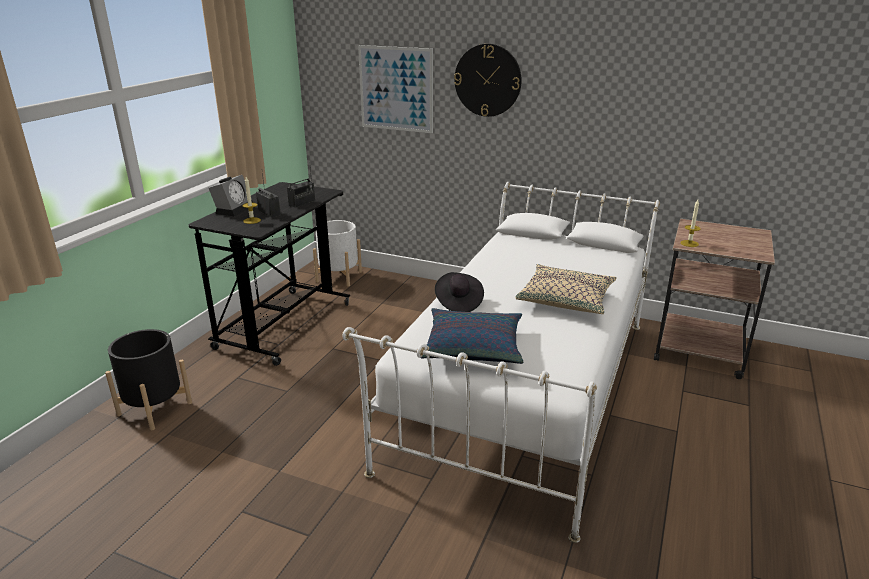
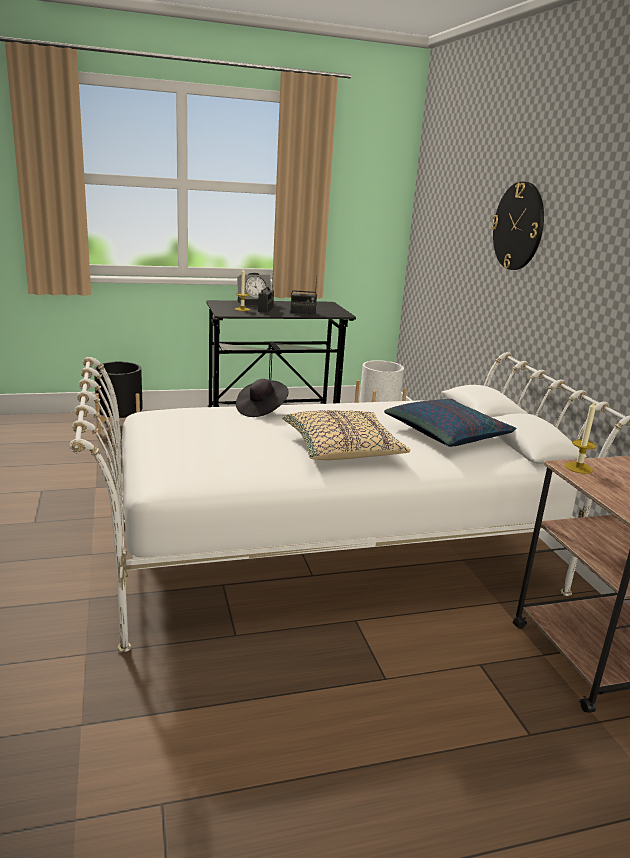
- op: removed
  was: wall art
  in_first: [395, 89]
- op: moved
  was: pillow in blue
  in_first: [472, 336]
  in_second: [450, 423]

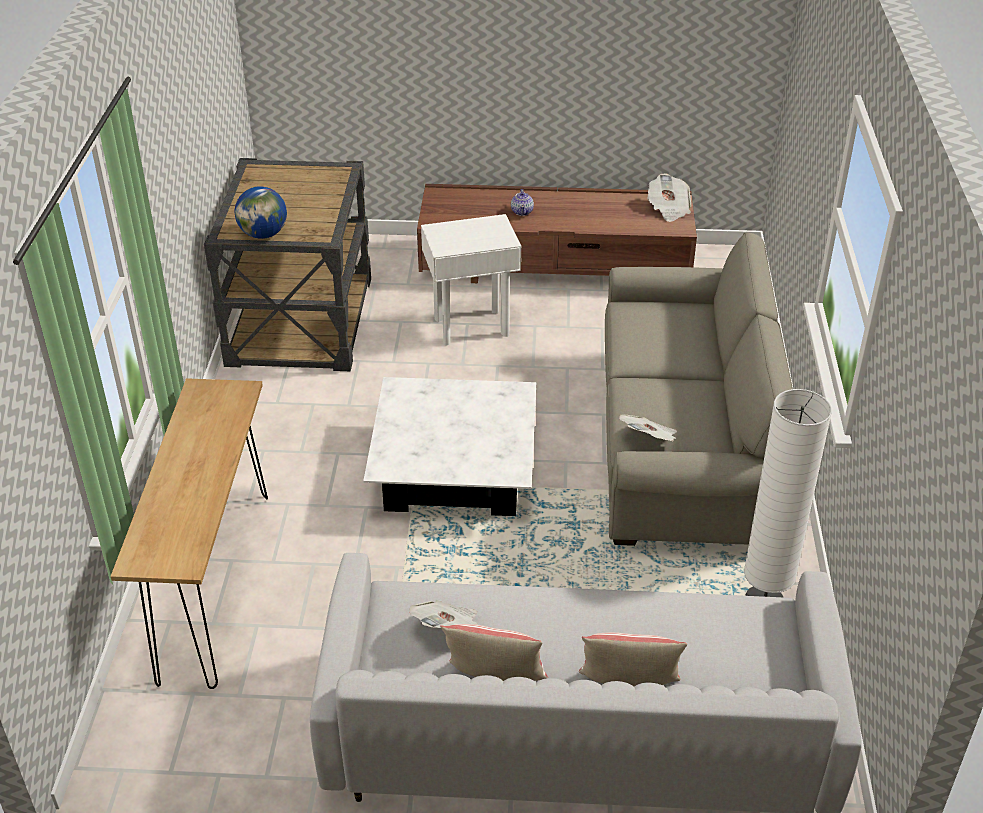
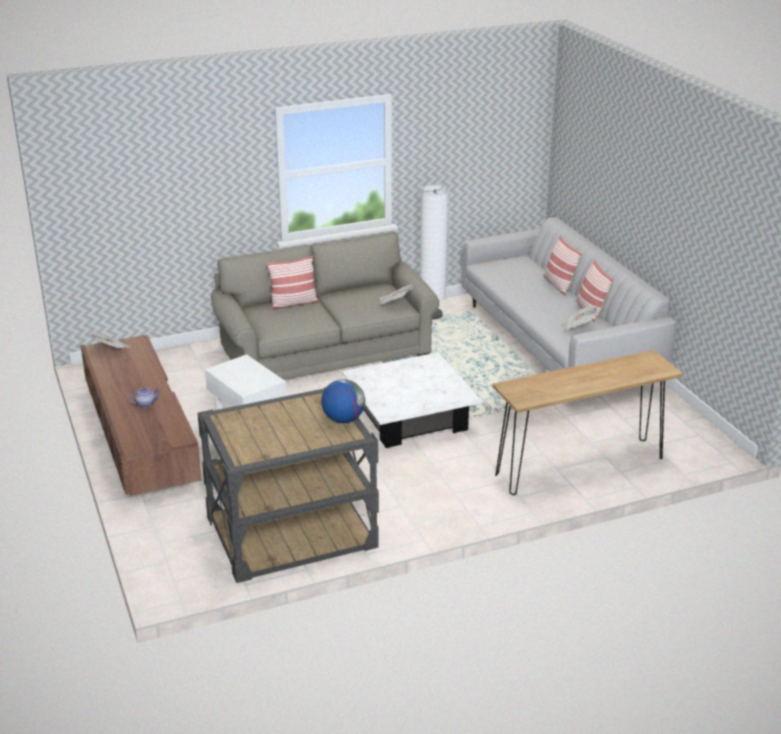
- op: added
  now: pillow
  in_second: [292, 283]

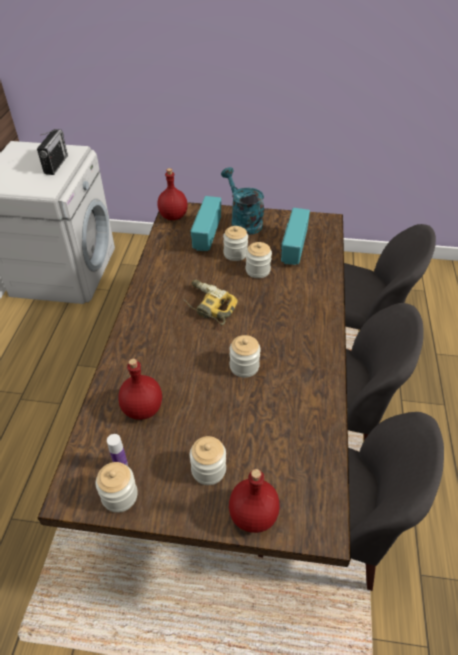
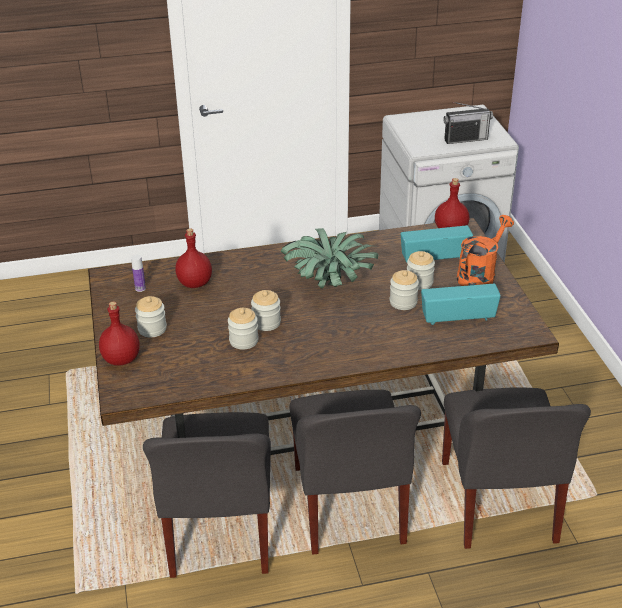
- op: moved
  was: storage jar
  in_first: [116, 487]
  in_second: [243, 328]
- op: replaced
  was: electric drill
  now: houseplant
  in_first: [211, 302]
  in_second: [330, 258]
- op: recoloured
  was: watering pot in turquoise-coloured
  now: watering pot in orange
  in_first: [242, 201]
  in_second: [485, 250]

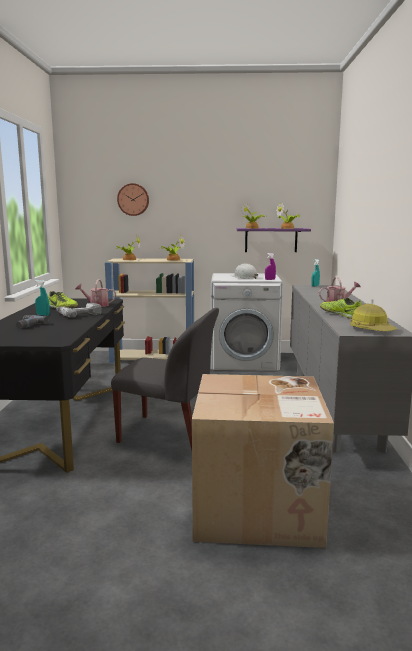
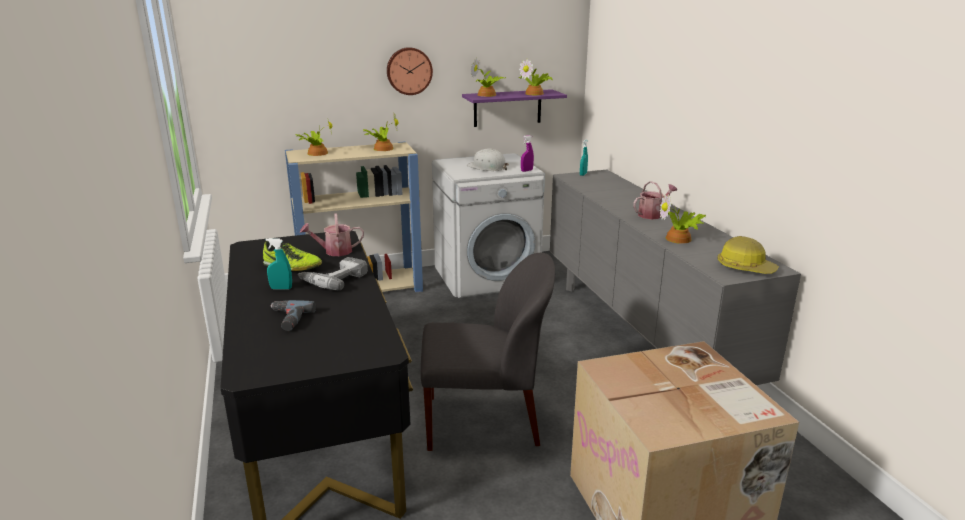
- op: moved
  was: wall clock
  in_first: [133, 199]
  in_second: [410, 71]
- op: replaced
  was: low shoe
  now: houseplant
  in_first: [341, 308]
  in_second: [683, 219]

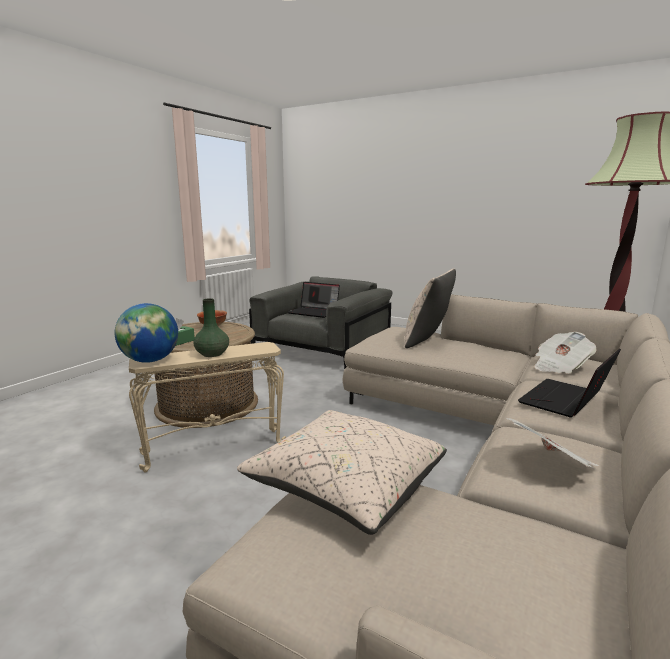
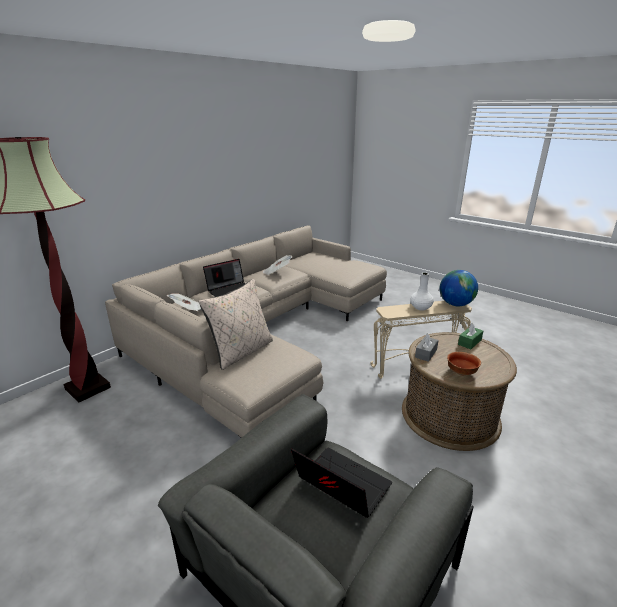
- op: recoloured
  was: flower vase in green-coloured
  now: flower vase in whitish
  in_first: [211, 327]
  in_second: [422, 291]
- op: removed
  was: pillow in beige
  in_first: [342, 472]
- op: added
  now: tissue box in gray
  in_second: [426, 347]

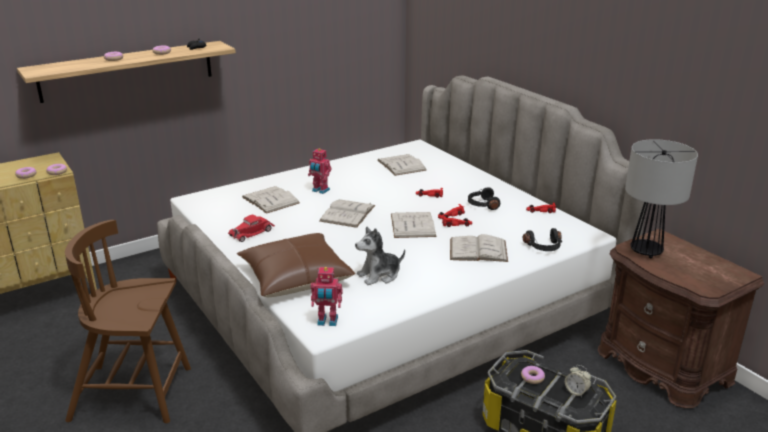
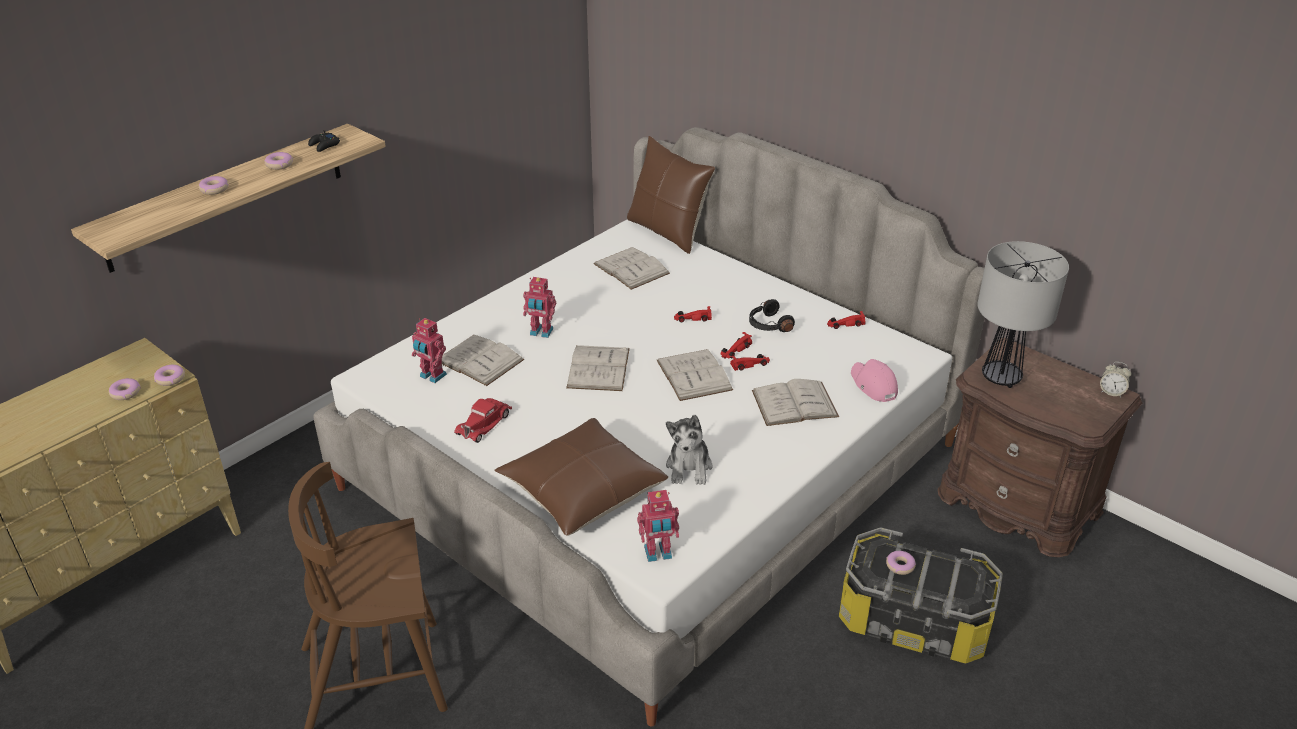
- op: turned
  was: cuddly toy
  in_first: [380, 255]
  in_second: [689, 450]
  clockwise: -45
- op: replaced
  was: pair of headphones in blackish
  now: cap in pinkish
  in_first: [542, 239]
  in_second: [874, 380]
- op: moved
  was: alarm clock
  in_first: [578, 381]
  in_second: [1116, 379]
- op: added
  now: model robot
  in_second: [429, 350]
- op: added
  now: pillow in brown
  in_second: [671, 195]

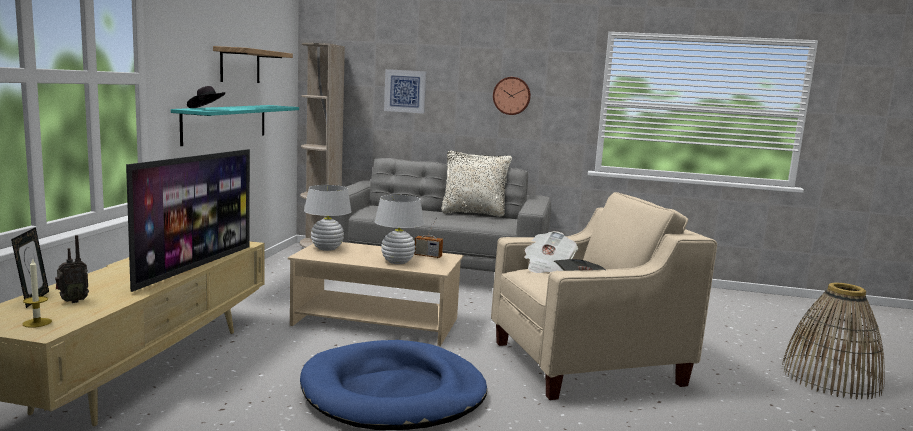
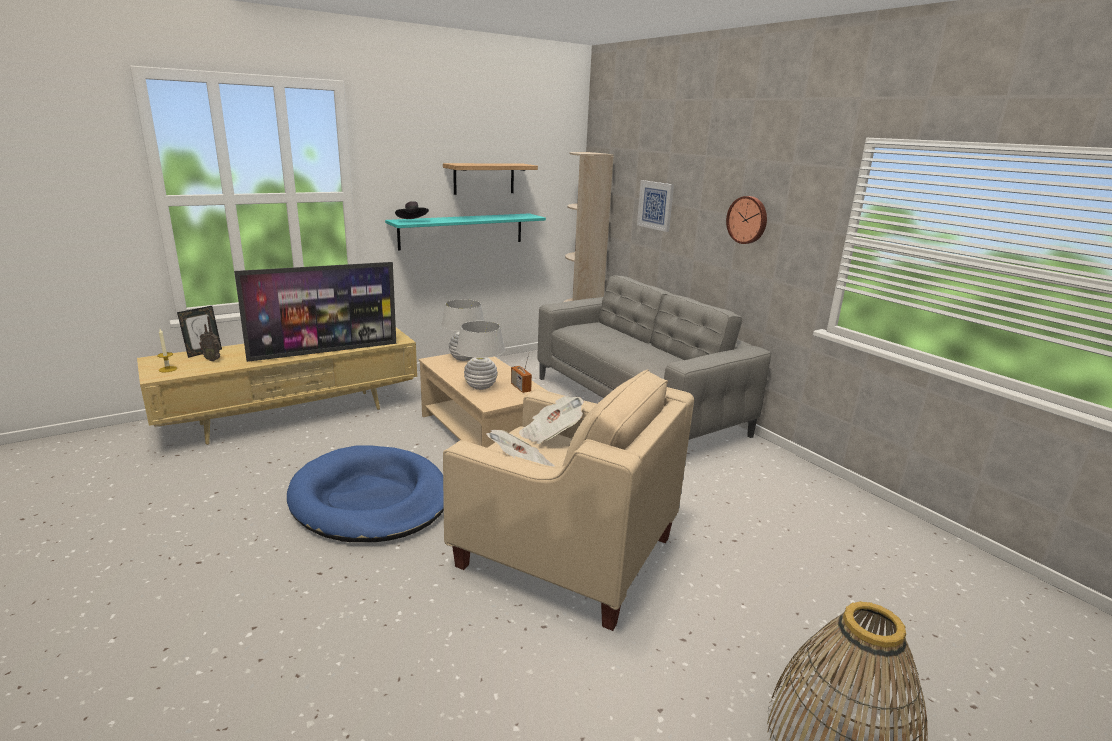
- op: removed
  was: pillow in beige
  in_first: [477, 183]

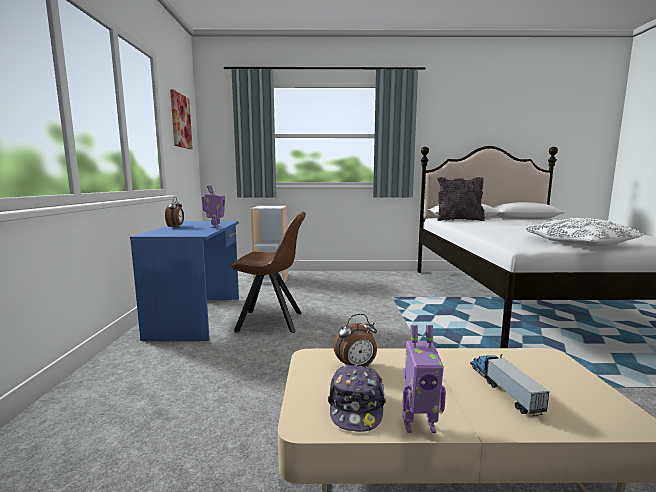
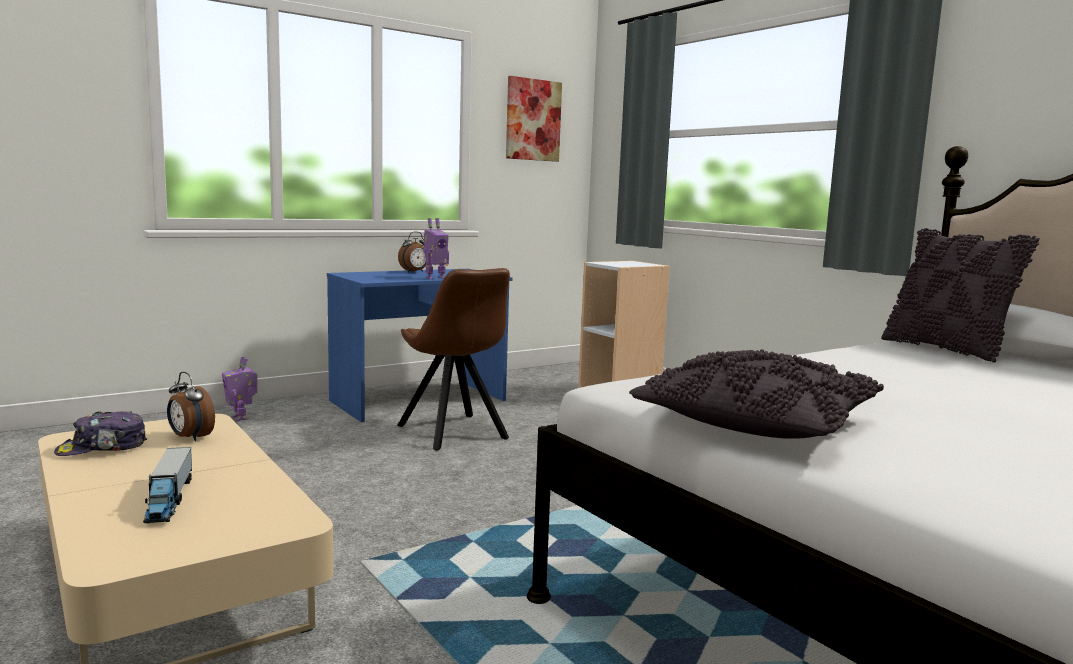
- op: moved
  was: model robot
  in_first: [424, 379]
  in_second: [239, 388]
- op: turned
  was: toy lorry
  in_first: [510, 385]
  in_second: [167, 485]
  clockwise: 120
- op: recoloured
  was: pillow in whitish
  now: pillow in blackish
  in_first: [585, 232]
  in_second: [756, 394]

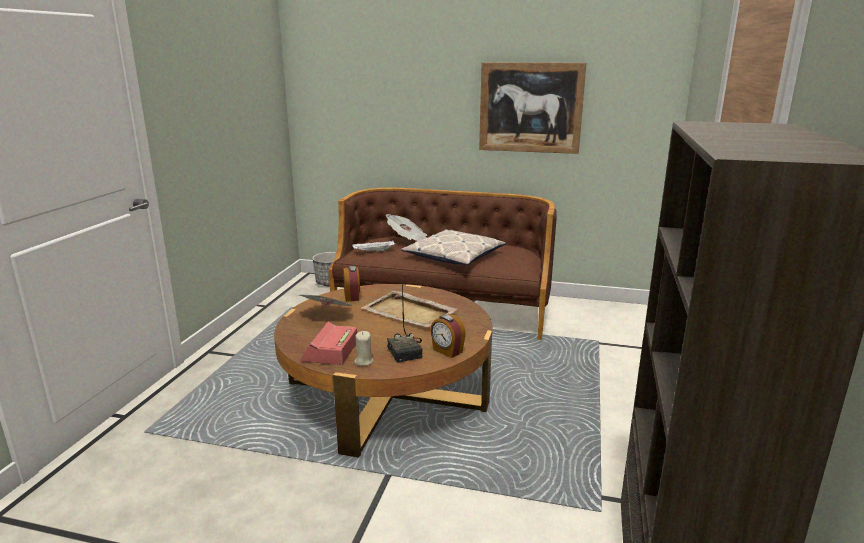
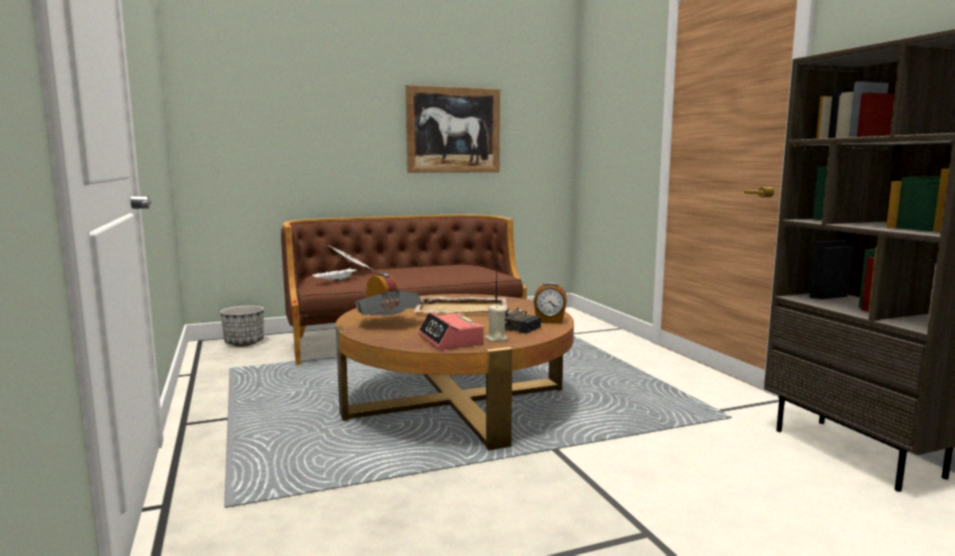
- op: removed
  was: pillow
  in_first: [453, 247]

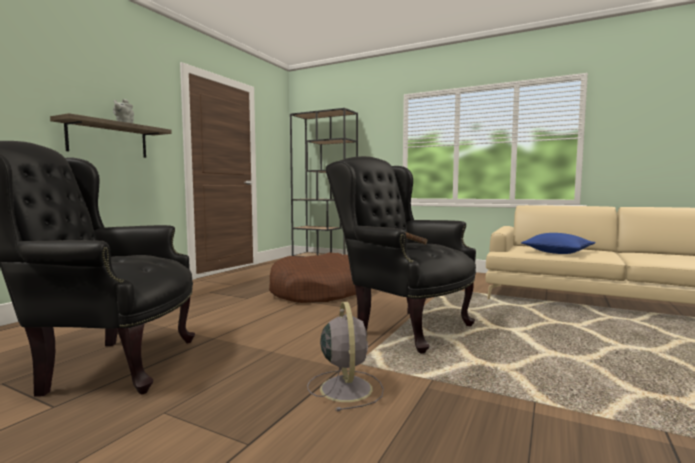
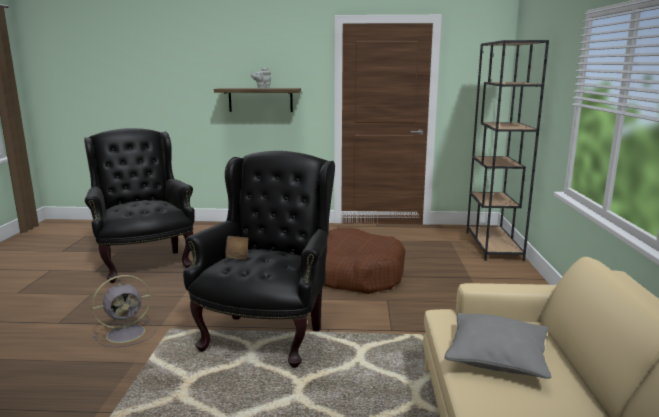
- op: recoloured
  was: pillow in blue
  now: pillow in gray
  in_first: [558, 243]
  in_second: [498, 346]

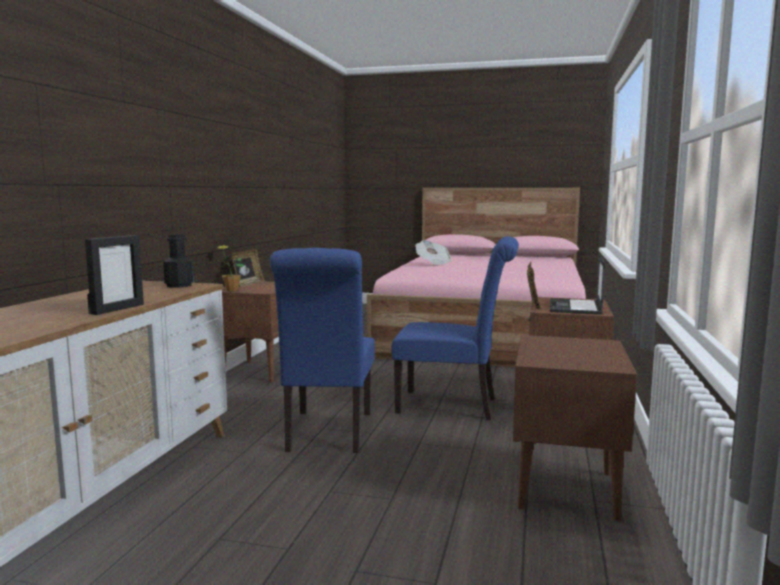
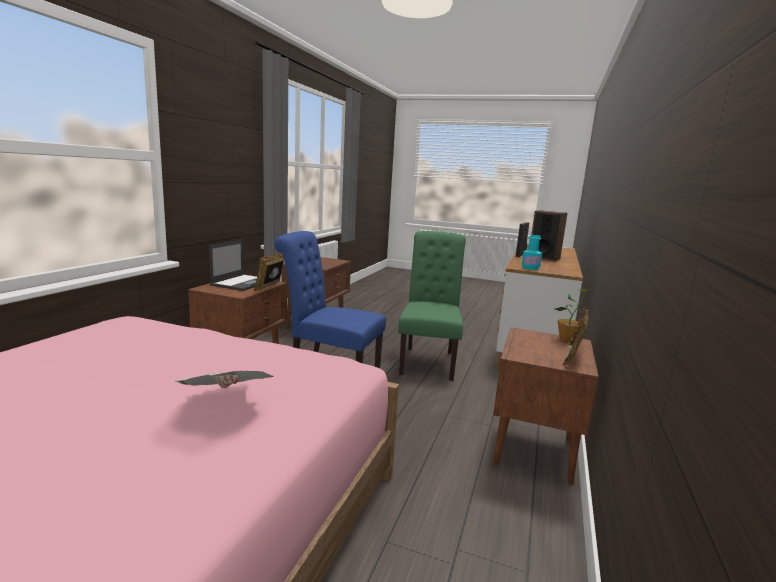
- op: recoloured
  was: beverage bottle in blackish
  now: beverage bottle in turquoise-coloured
  in_first: [178, 261]
  in_second: [532, 252]
- op: recoloured
  was: upright chair in blue
  now: upright chair in green-coloured
  in_first: [322, 350]
  in_second: [432, 306]
- op: added
  now: loudspeaker
  in_second: [549, 235]

